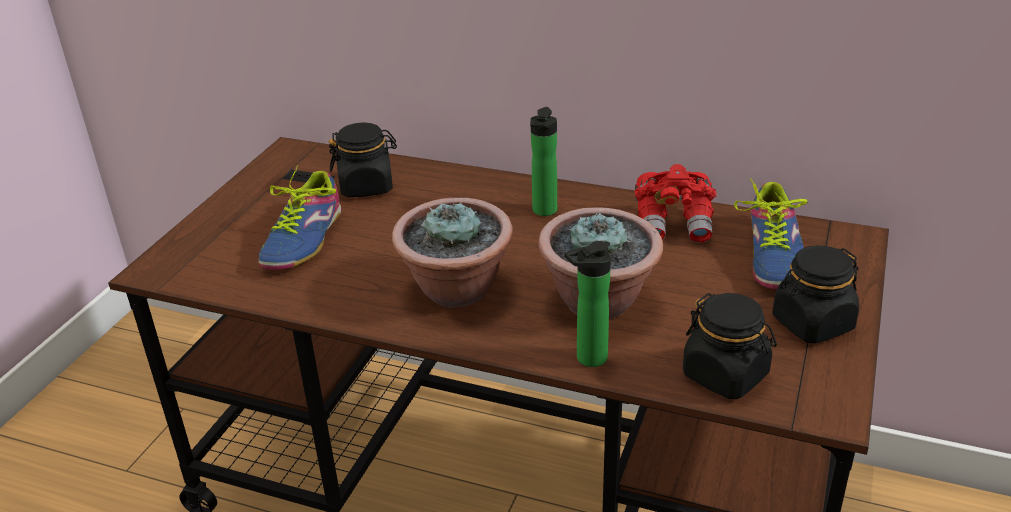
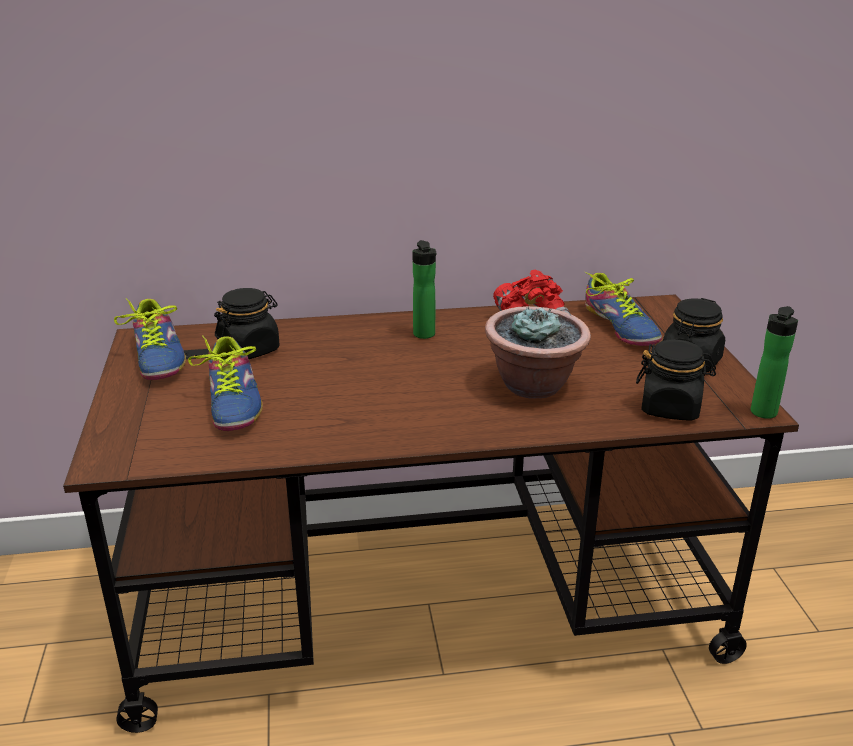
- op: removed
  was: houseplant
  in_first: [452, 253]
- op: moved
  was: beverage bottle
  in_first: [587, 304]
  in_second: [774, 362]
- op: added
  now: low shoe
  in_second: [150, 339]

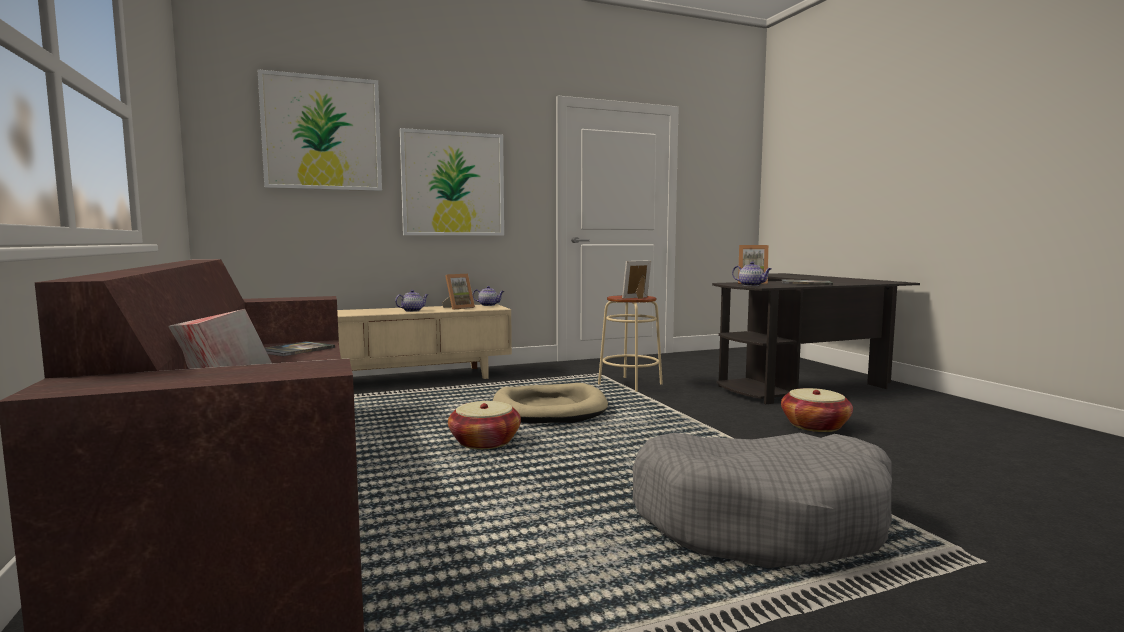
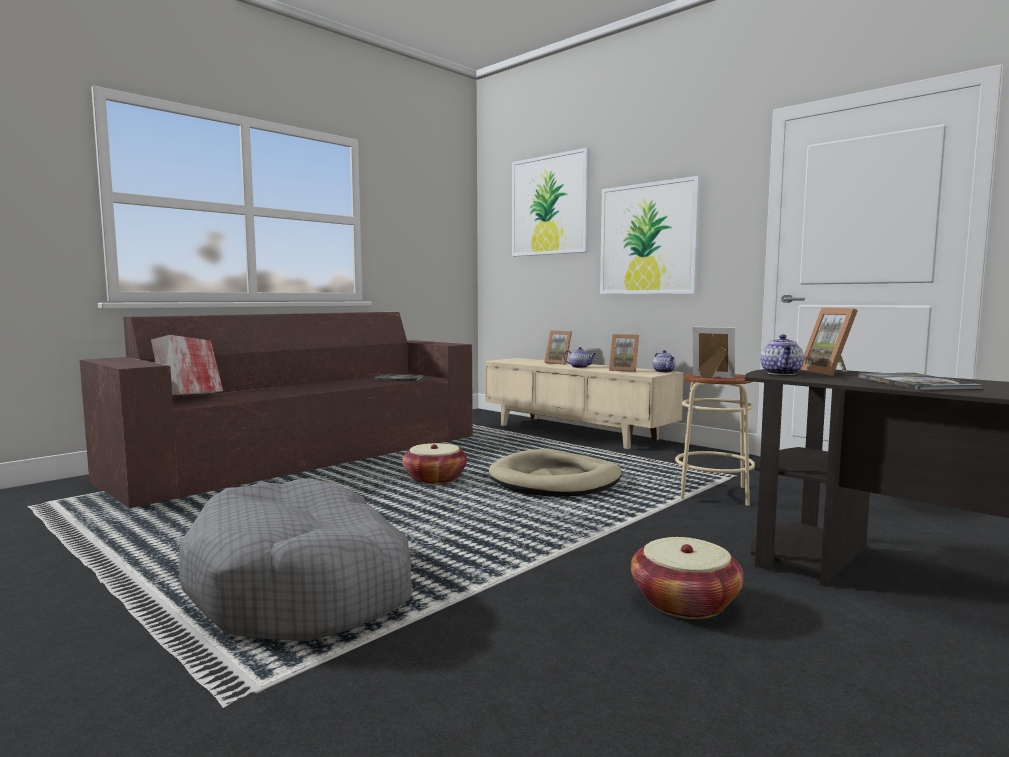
- op: added
  now: picture frame
  in_second: [558, 348]

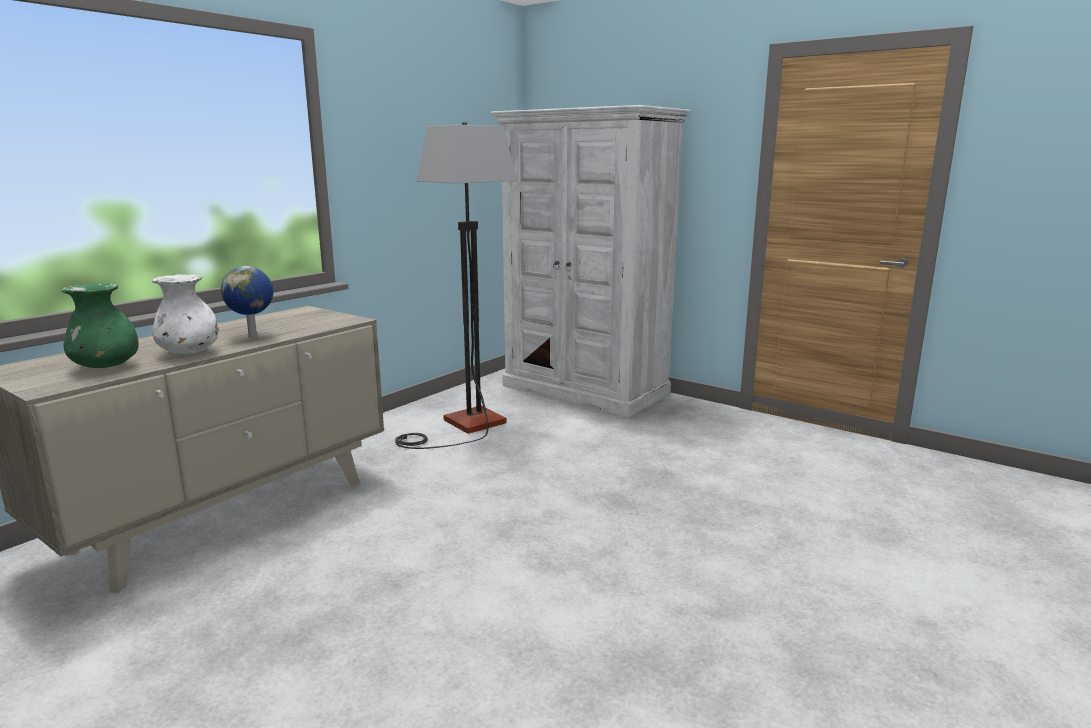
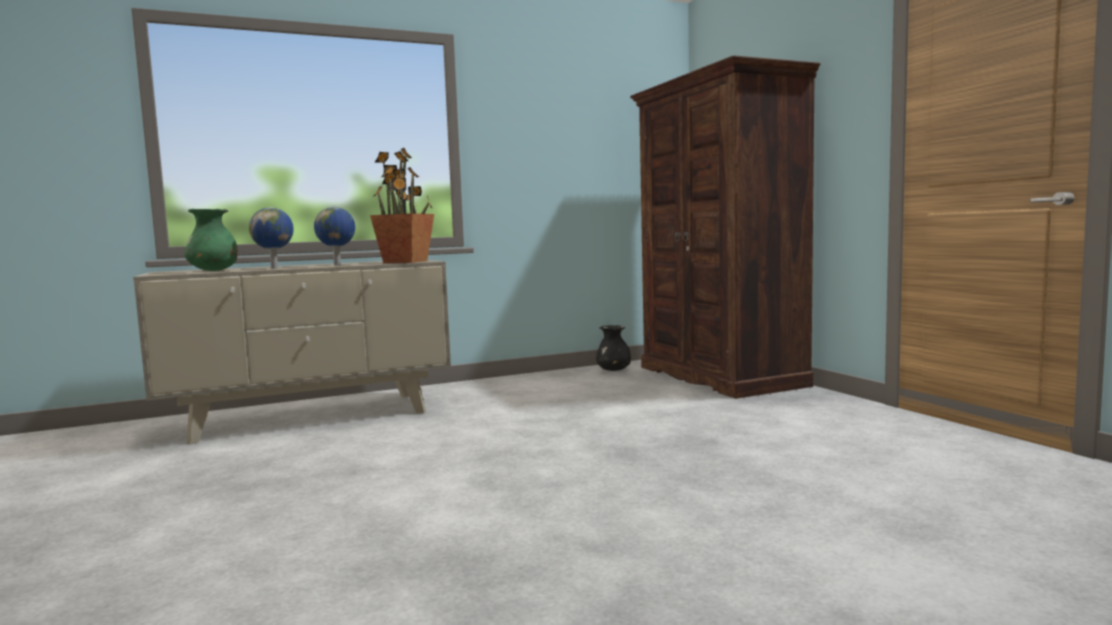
- op: replaced
  was: flower vase in whitish
  now: world globe
  in_first: [185, 314]
  in_second: [271, 238]
- op: removed
  was: standing lamp
  in_first: [456, 285]
- op: recoloured
  was: wardrobe in whitish
  now: wardrobe in brown
  in_first: [590, 261]
  in_second: [725, 227]
- op: added
  now: houseplant
  in_second: [402, 205]
- op: added
  now: flower vase in blackish
  in_second: [613, 348]

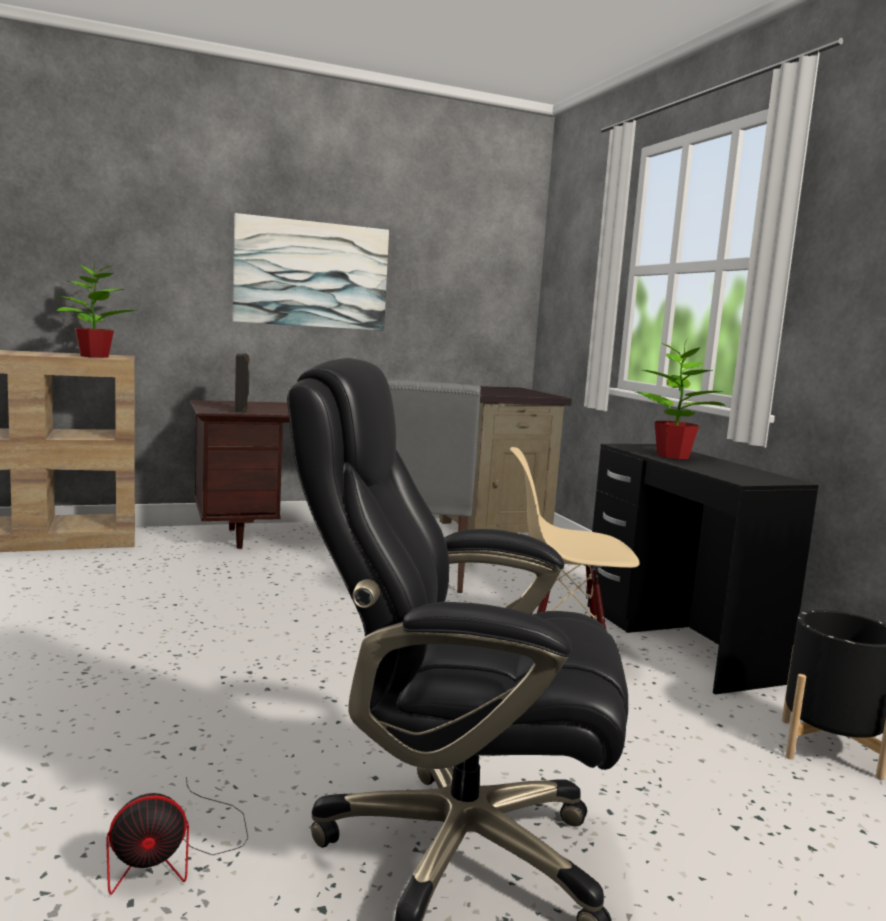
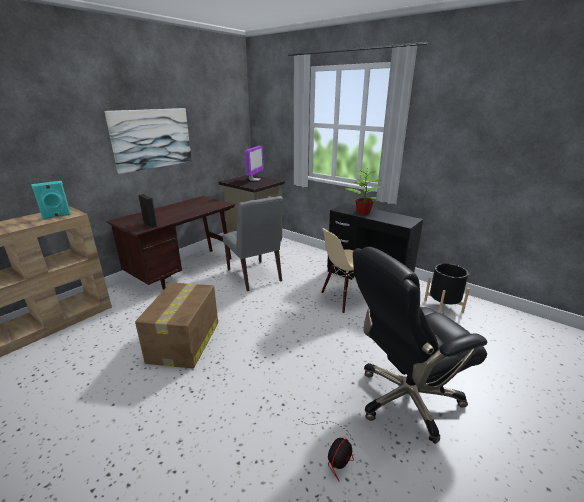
- op: replaced
  was: houseplant
  now: loudspeaker in turquoise-coloured
  in_first: [97, 308]
  in_second: [51, 200]
- op: added
  now: cardboard box
  in_second: [176, 326]
- op: added
  now: monitor
  in_second: [254, 163]

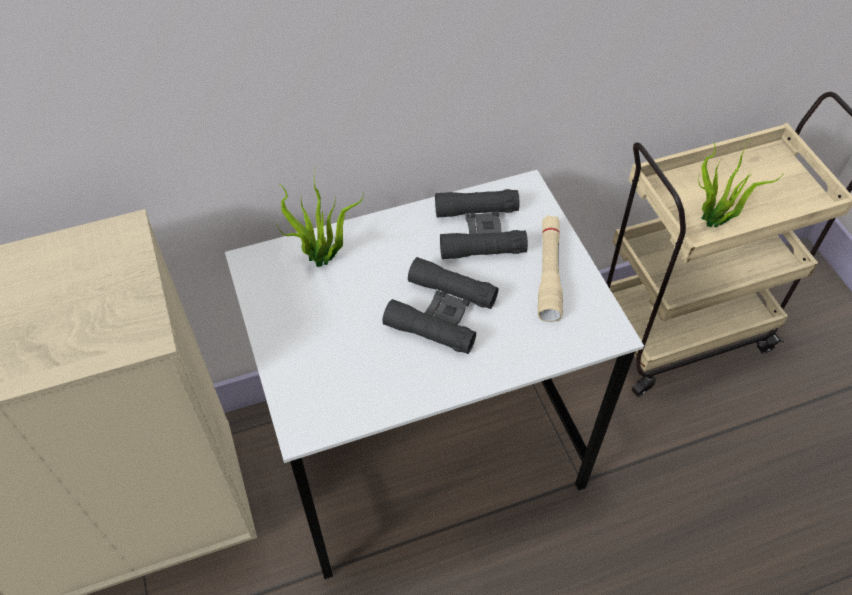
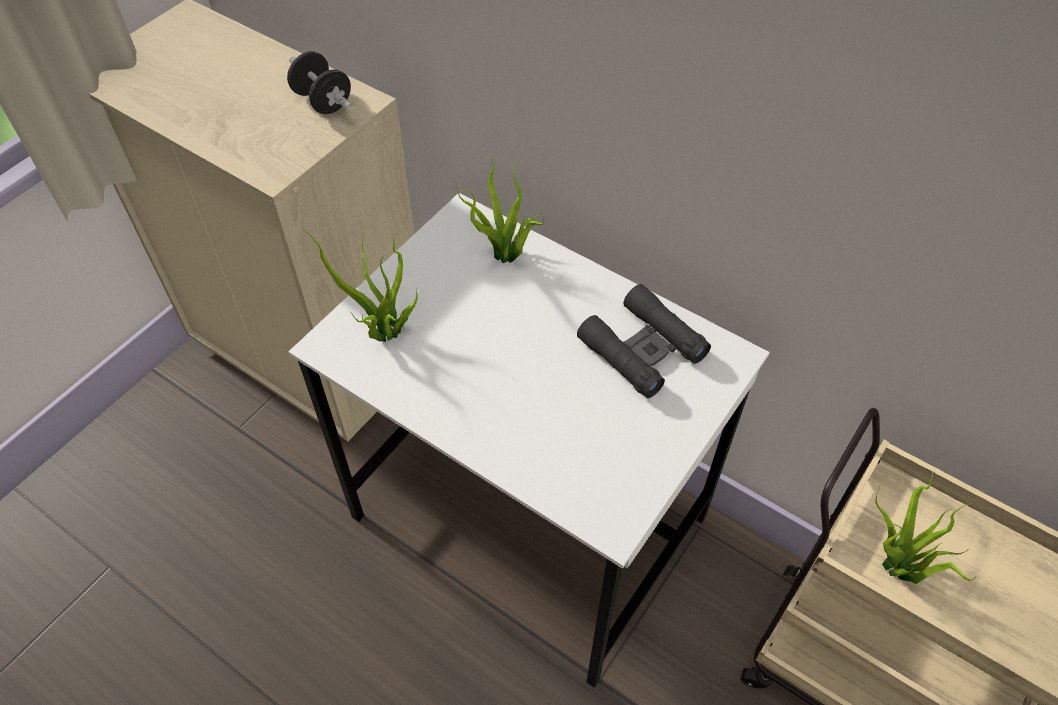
- op: removed
  was: pair of binoculars in blackish
  in_first: [440, 305]
- op: removed
  was: hand torch in beige
  in_first: [550, 268]
- op: added
  now: hand weight in blackish
  in_second: [319, 82]
- op: added
  now: houseplant
  in_second: [359, 284]

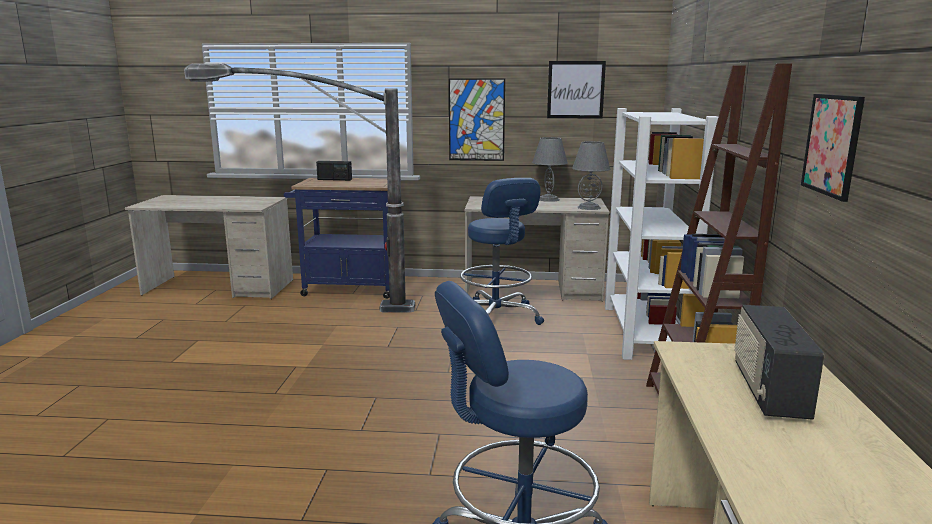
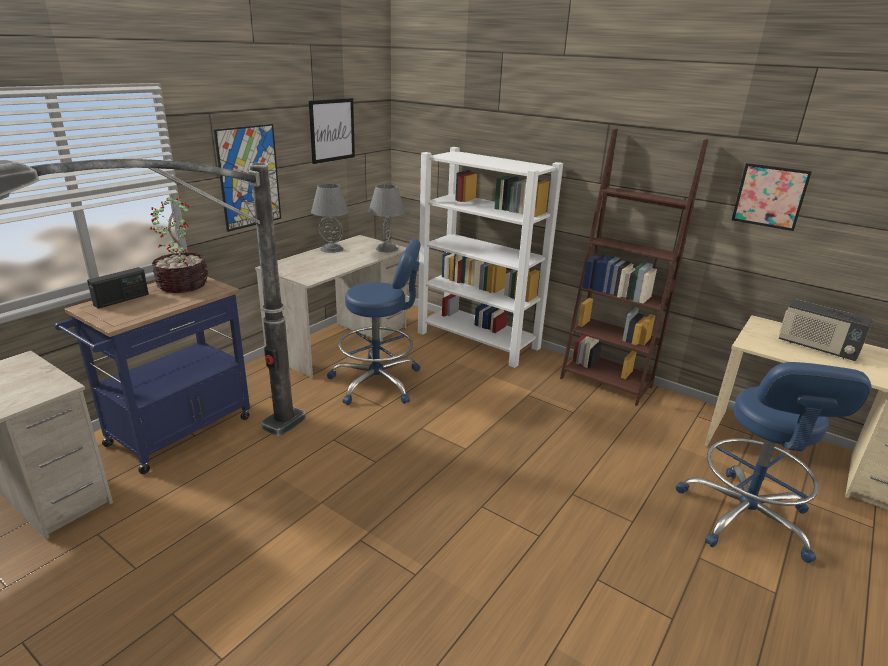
- op: added
  now: houseplant
  in_second: [179, 244]

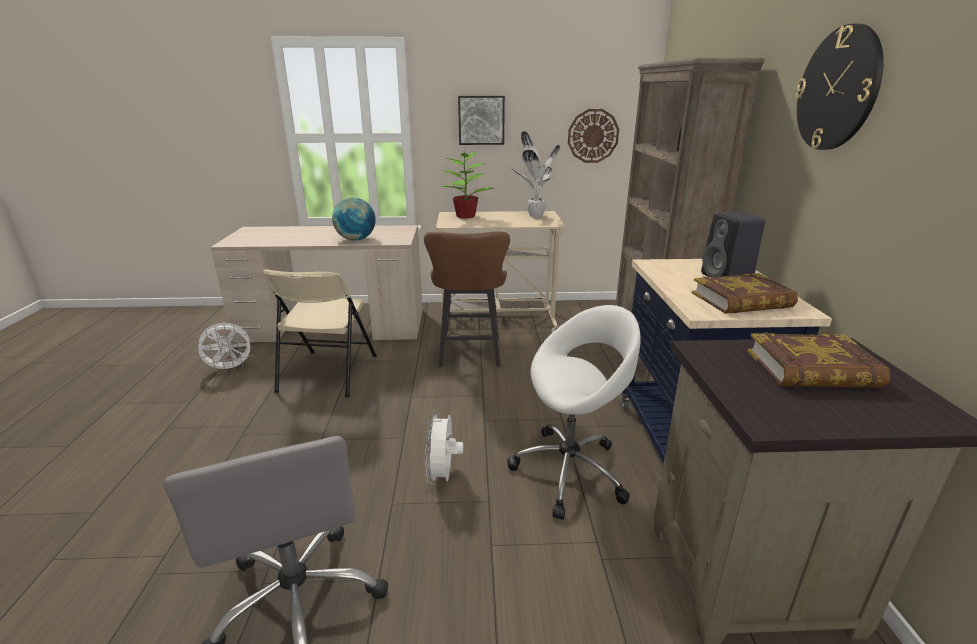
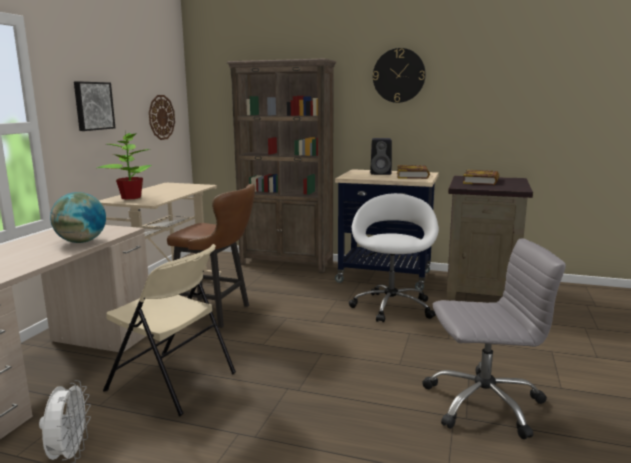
- op: removed
  was: electric fan in whitish
  in_first: [444, 447]
- op: removed
  was: houseplant
  in_first: [536, 174]

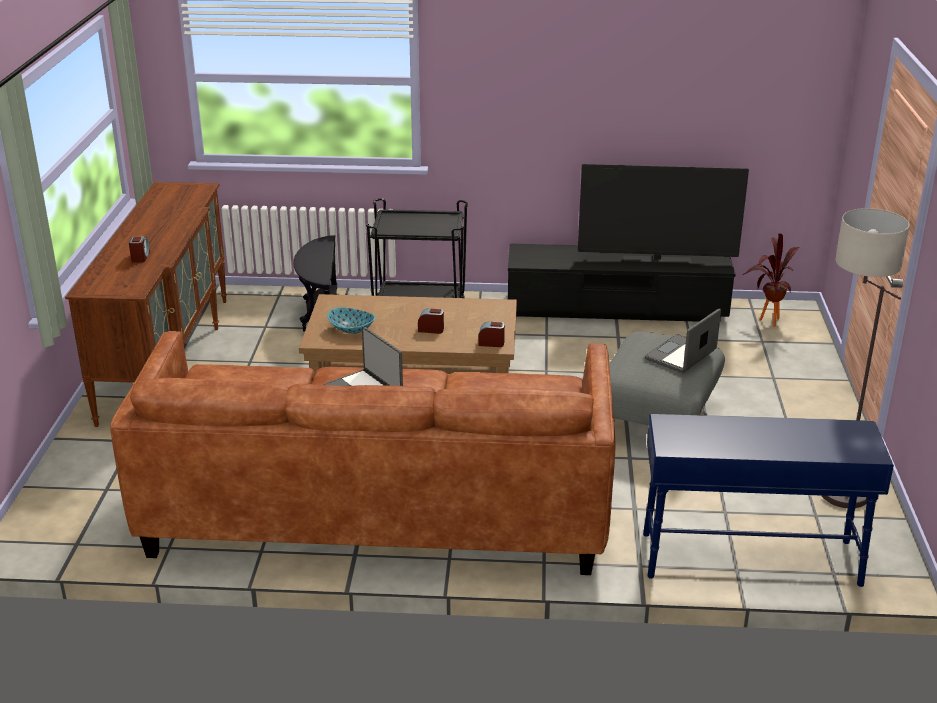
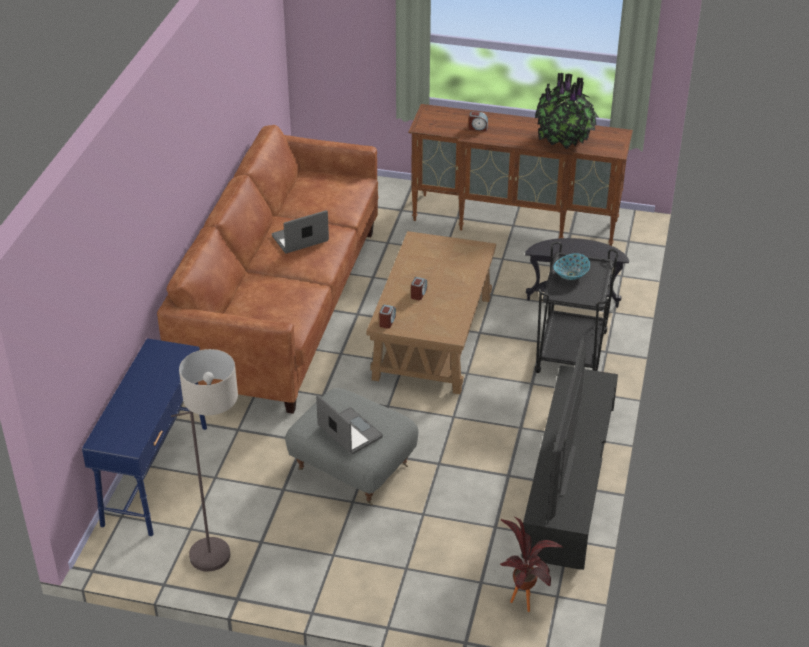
- op: moved
  was: serving bowl
  in_first: [351, 320]
  in_second: [571, 266]
- op: added
  now: houseplant
  in_second: [567, 111]

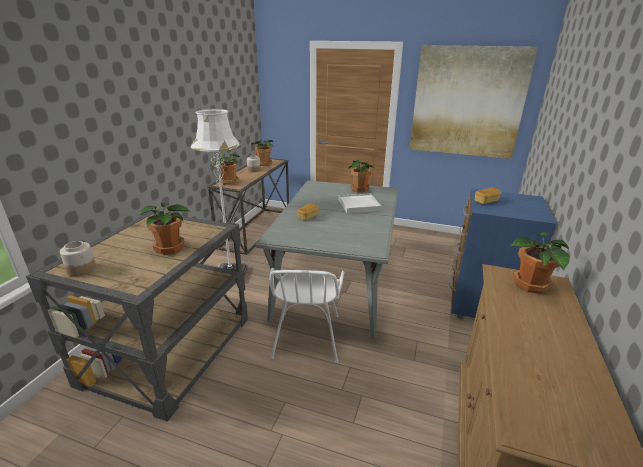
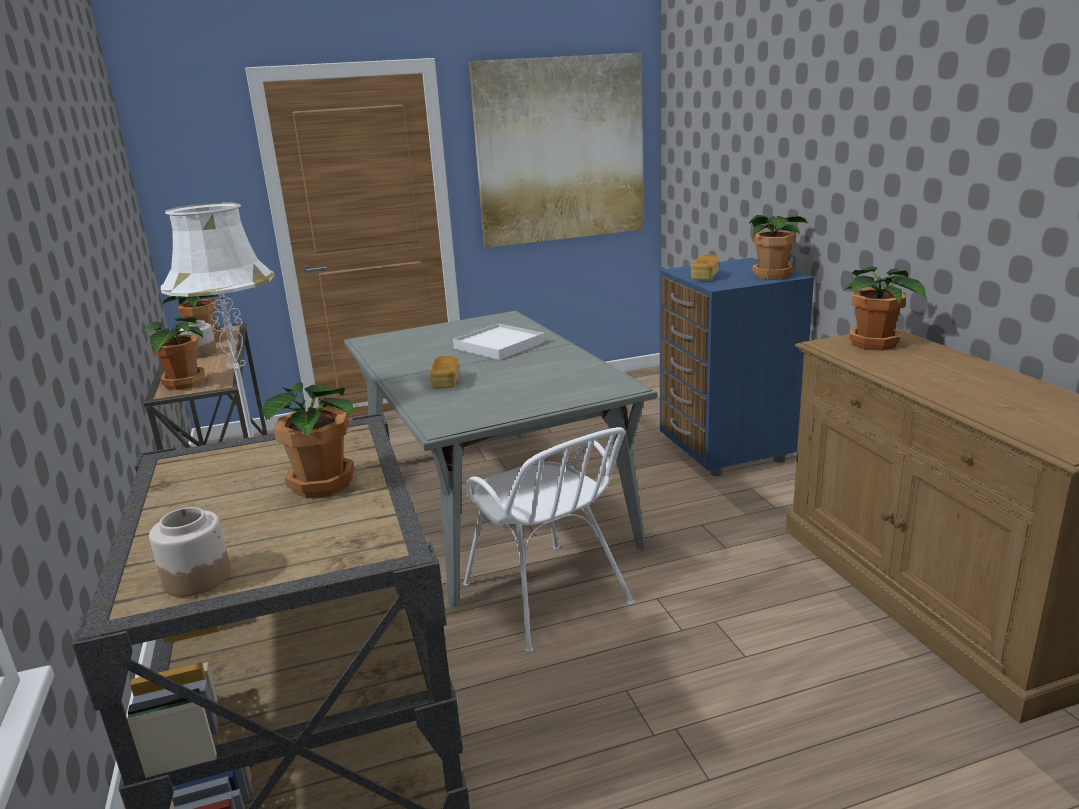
- op: moved
  was: houseplant
  in_first: [362, 175]
  in_second: [778, 247]

